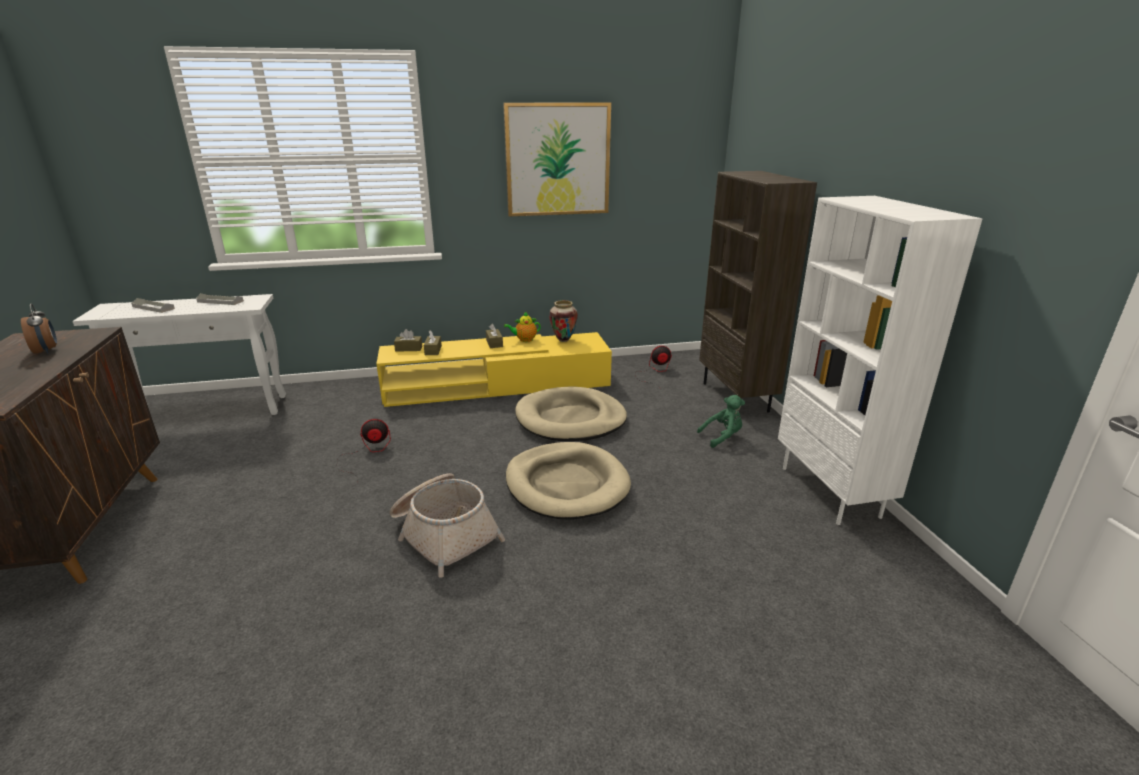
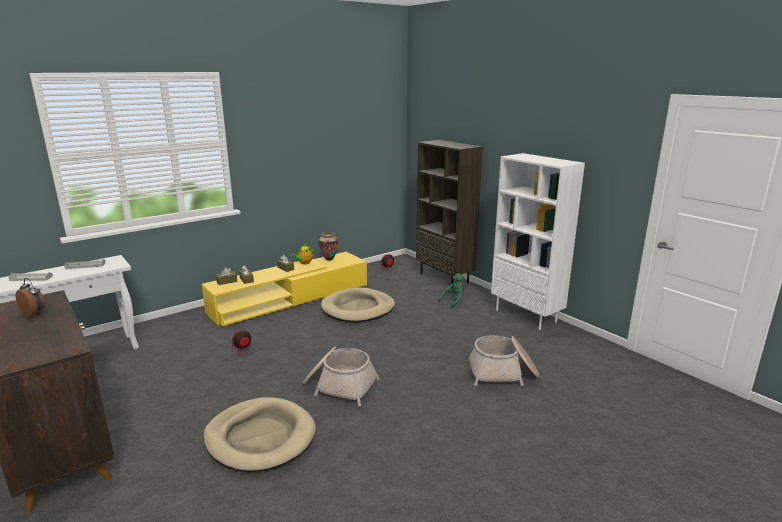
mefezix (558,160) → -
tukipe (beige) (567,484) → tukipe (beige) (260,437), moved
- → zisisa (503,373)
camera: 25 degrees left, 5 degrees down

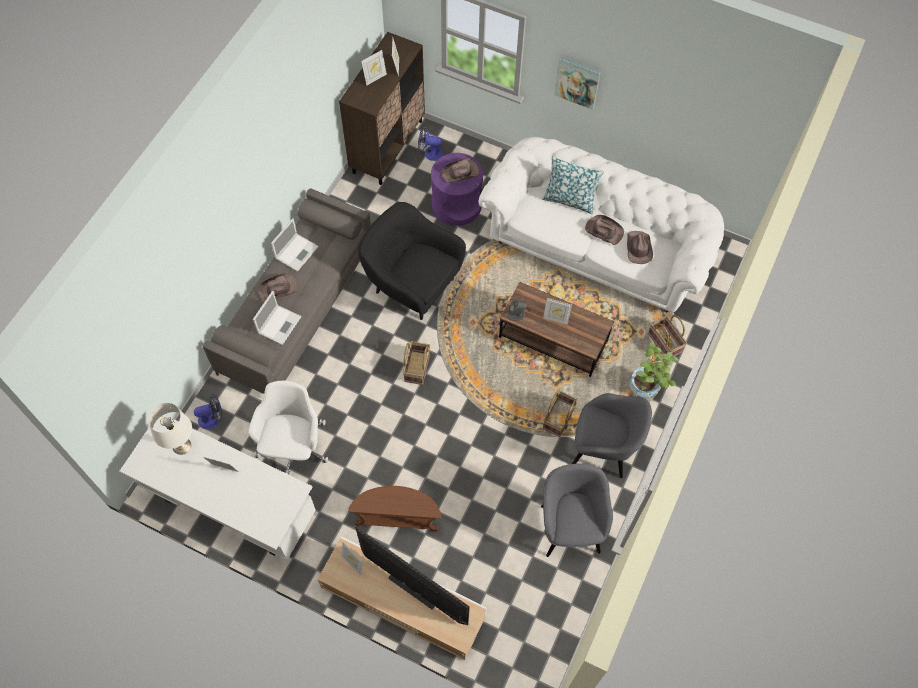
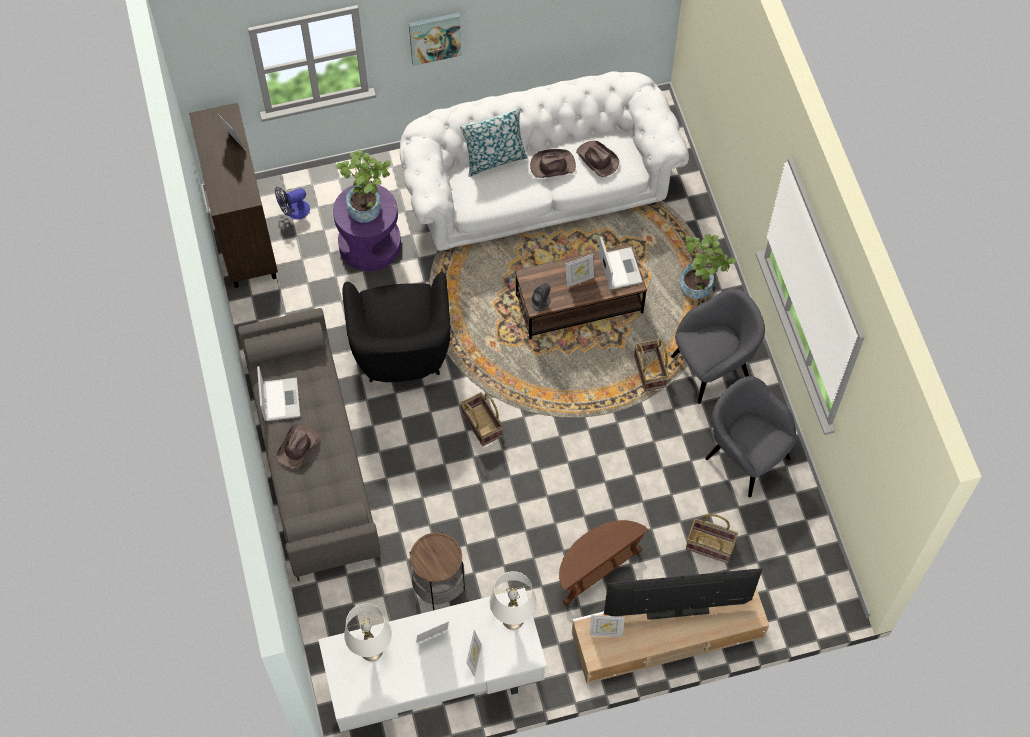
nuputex (375,78) → nuputex (474,660), moved
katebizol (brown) (460,172) → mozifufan (368,206)
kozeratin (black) (412,284) → kozeratin (black) (401,351), 90 degrees counterclockwise
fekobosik (279,324) → fekobosik (619,268), moved
zisisa (665,342) → zisisa (710,545), moved
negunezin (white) (293,447) → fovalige (439,586)
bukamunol (212,418) → -
- → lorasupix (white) (512,619)
camera: 40 degrees left, 0 degrees up

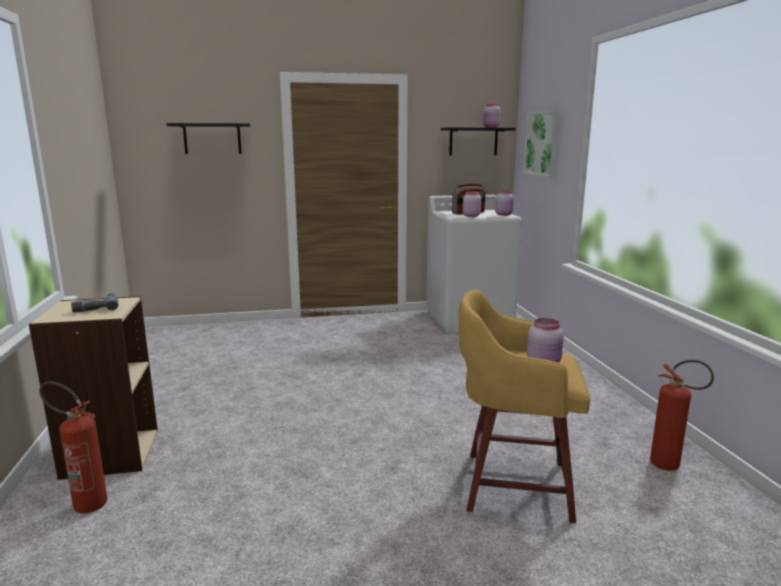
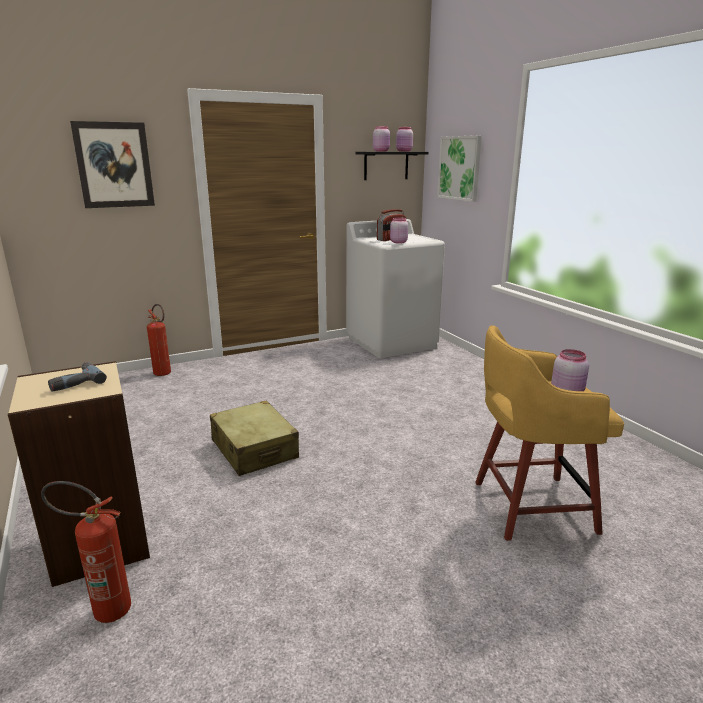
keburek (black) (212,138) → mefezix (114,165)
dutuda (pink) (504,214) → dutuda (pink) (381,151), moved
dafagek (671,467) → dafagek (164,374), moved
- → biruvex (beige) (254,449)
camera: 15 degrees left, 5 degrees up

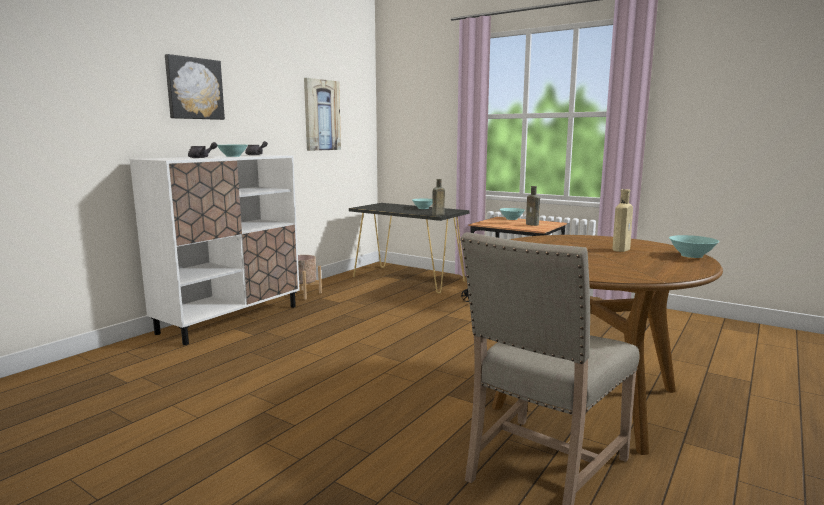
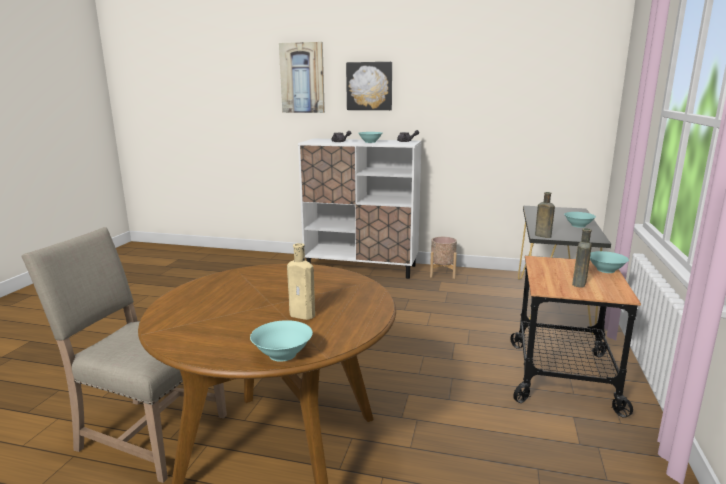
mefezix (321,115) → mefezix (302,78), moved
camera: 70 degrees right, 5 degrees up

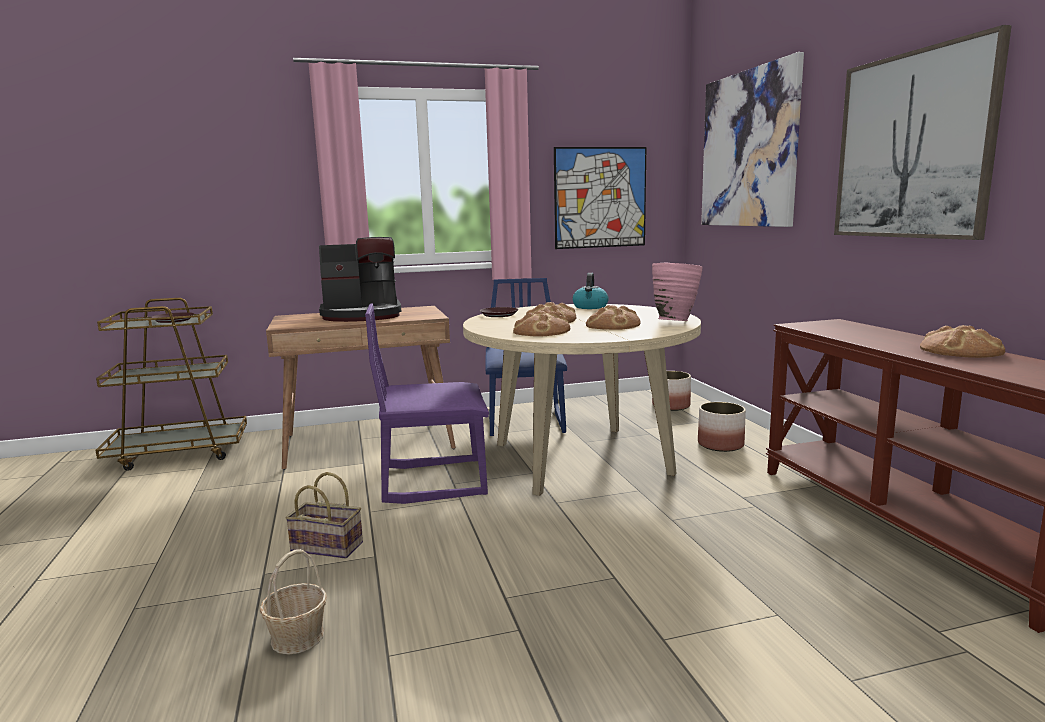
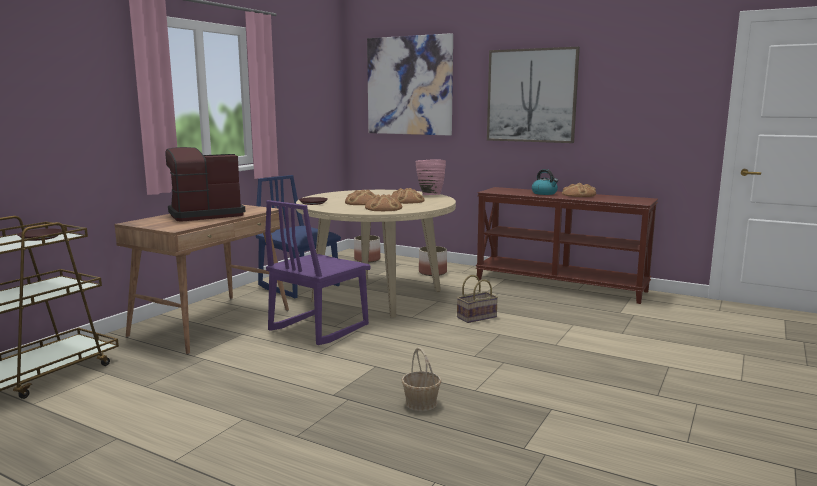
mefezix (600,197) → -
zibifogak (362,315) → zibifogak (204,214), 150 degrees counterclockwise
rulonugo (590,307) → rulonugo (544,193), moved
zisisa (329,546) → zisisa (477,317), moved
camera: 45 degrees left, 0 degrees up

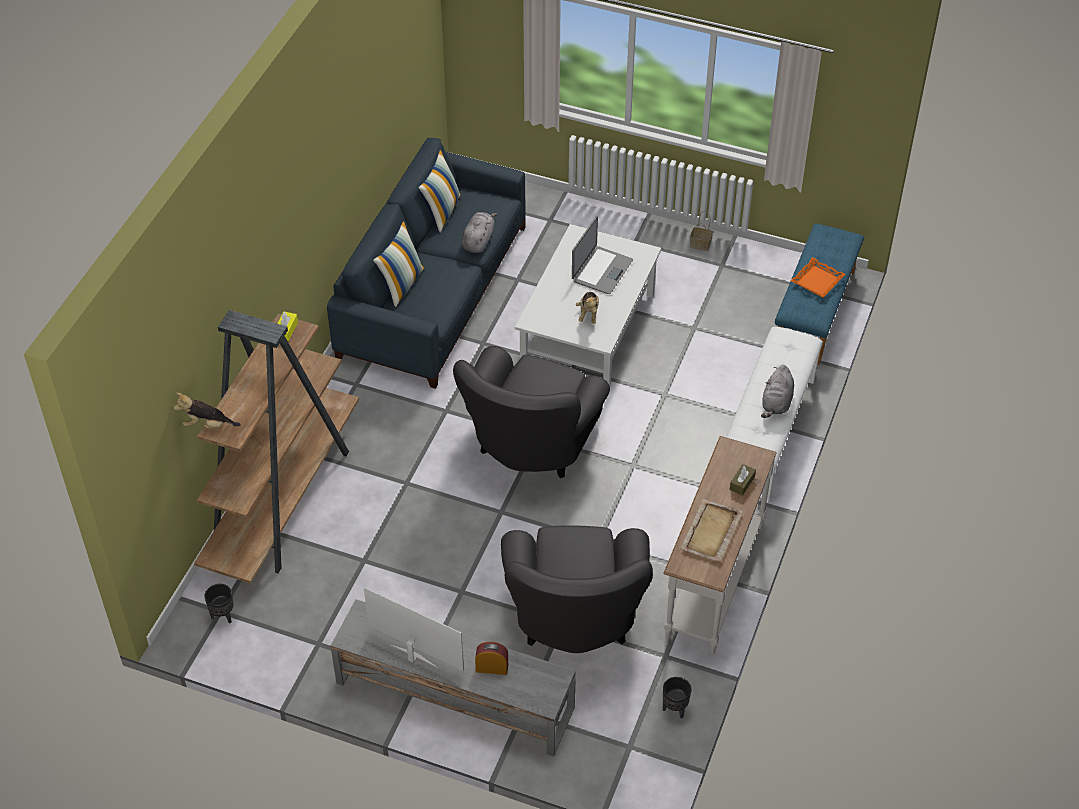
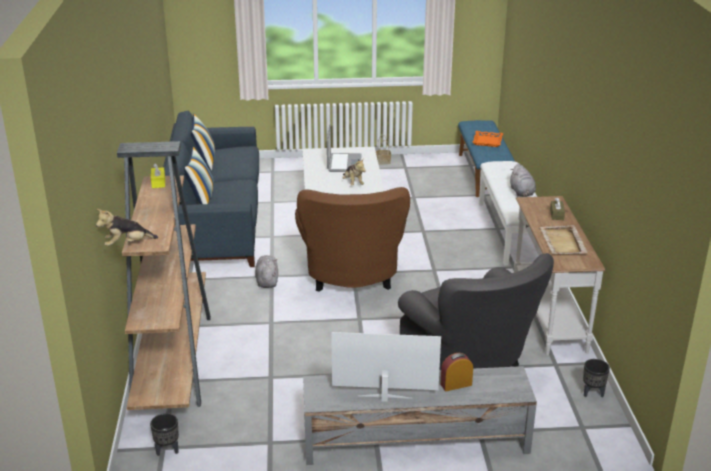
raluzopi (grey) (478,241) → raluzopi (grey) (267,281), moved
kozeratin (grey) (531,446) → kozeratin (brown) (352,278)
camera: 25 degrees left, 20 degrees down

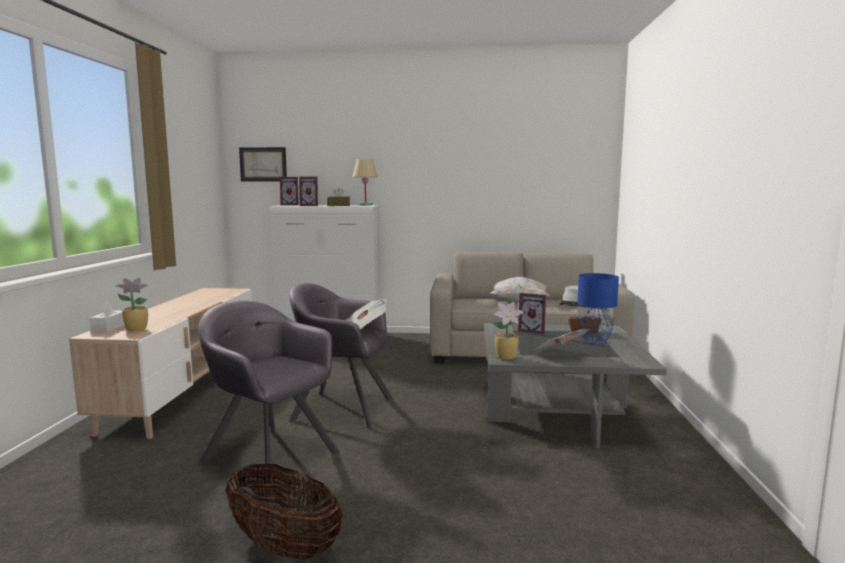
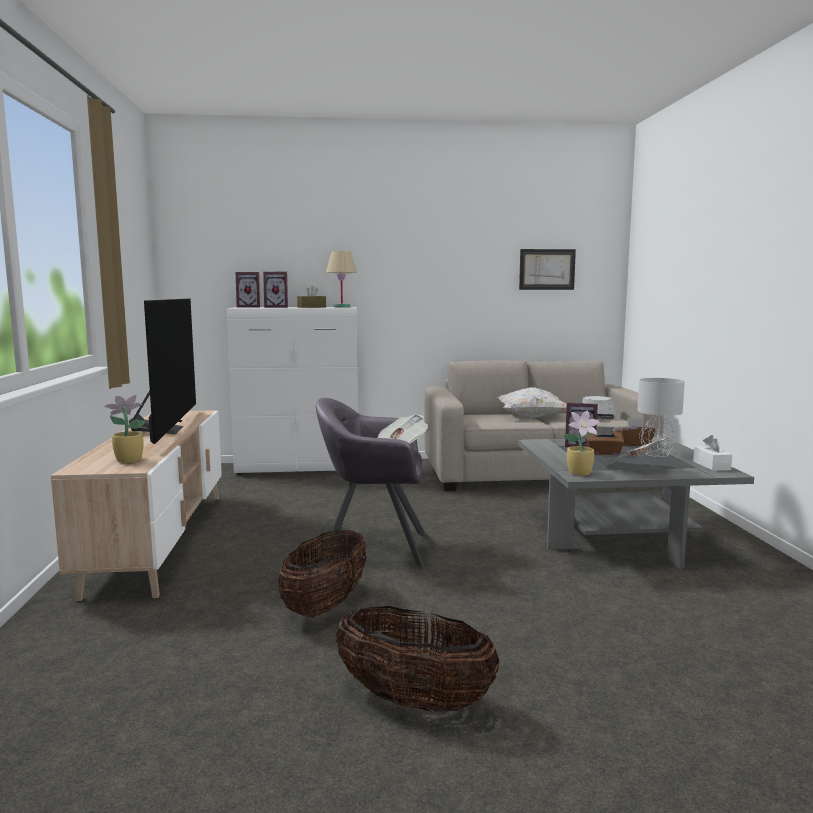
mefezix (263,164) → mefezix (547,269), moved
lorasupix (blue) (594,342) → lorasupix (grey) (656,454)
kozeratin (grey) (270,456) → zisisa (325,605)
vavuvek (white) (109,327) → vavuvek (white) (711,465), moved
- → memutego (166,430)
- → vavuvek (brown) (603,452)
camera: 10 degrees left, 0 degrees up

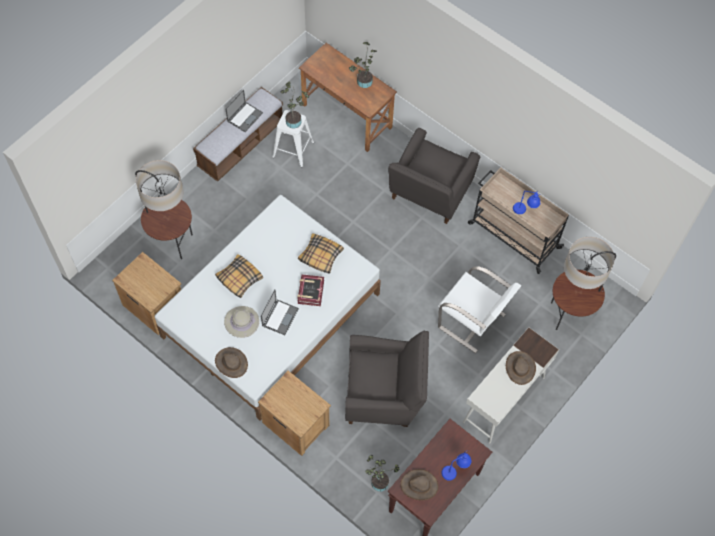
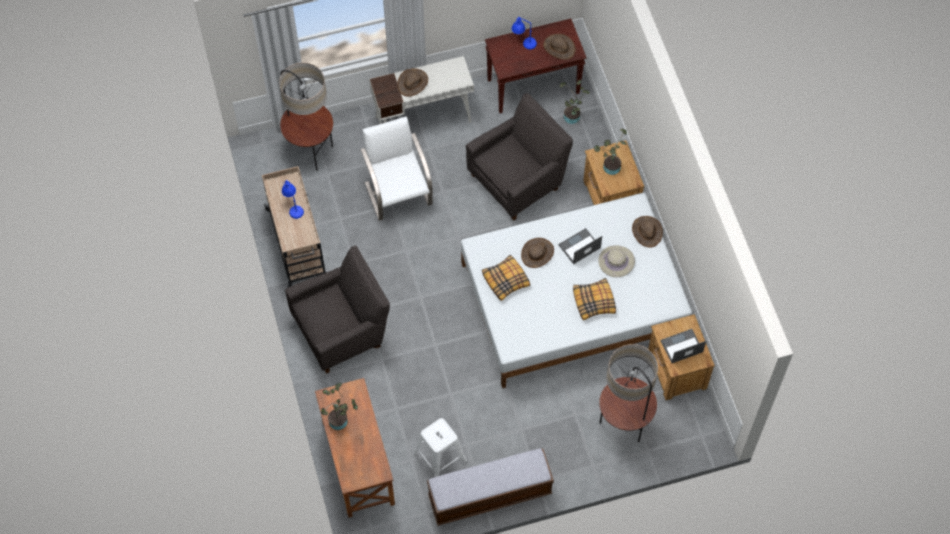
mozifufan (295,121) → mozifufan (609,167), moved
fekobosik (245,116) → fekobosik (681,346), moved
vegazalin (310,292) → katebizol (brown) (537,253)
kozeratin (grey) (385,393) → kozeratin (grey) (518,179), 105 degrees clockwise
camera: 145 degrees left, 0 degrees up

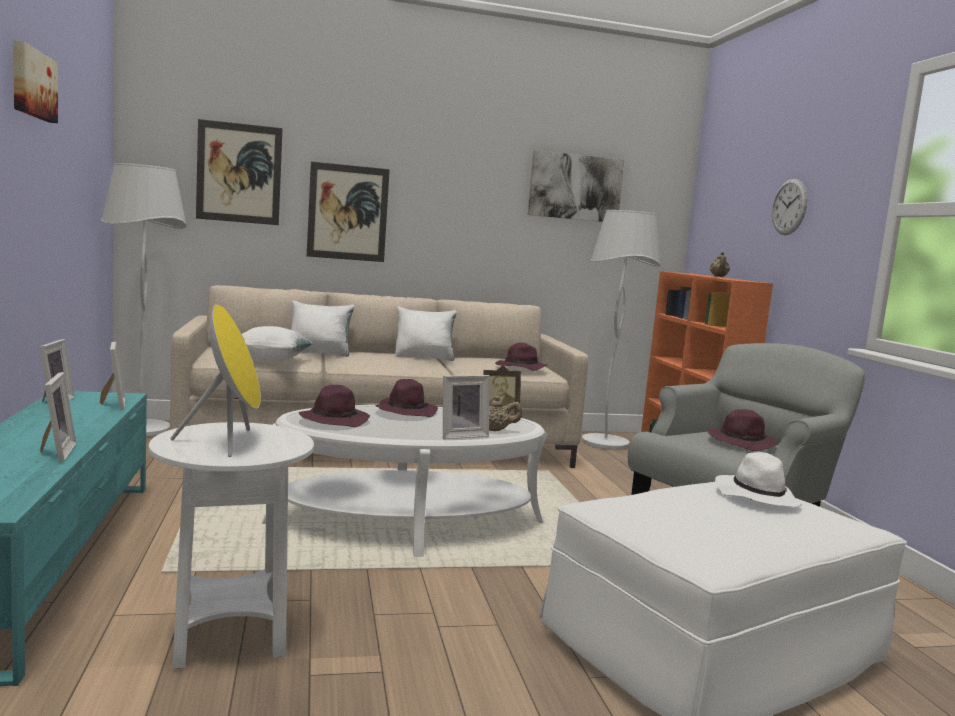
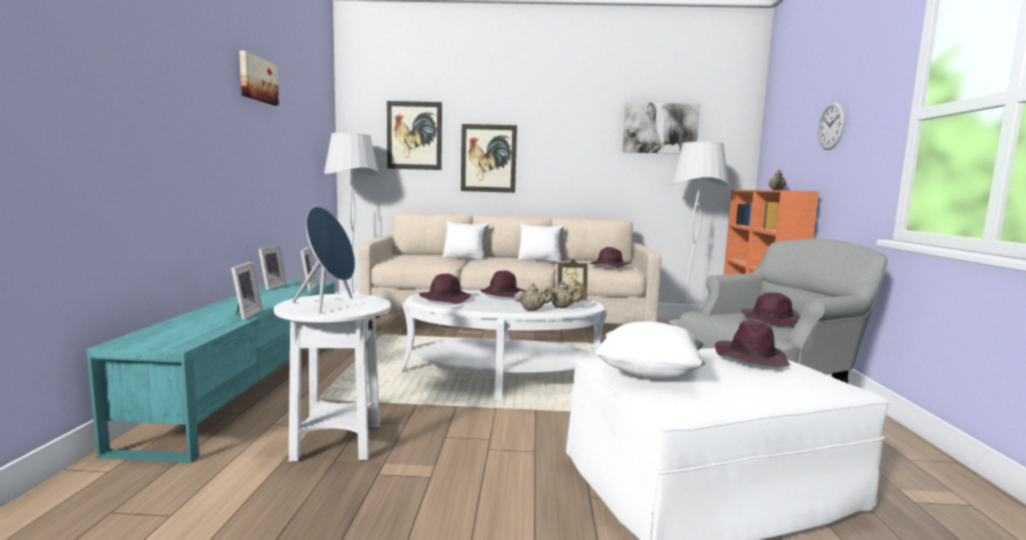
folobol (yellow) (228,442) → folobol (blue) (329,305)
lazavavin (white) (270,361) → lazavavin (white) (649,373), moved
nuputex (461,435) → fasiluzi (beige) (532,310)
katebizol (white) (756,497) → katebizol (purple) (750,358)
camera: 15 degrees right, 0 degrees up

